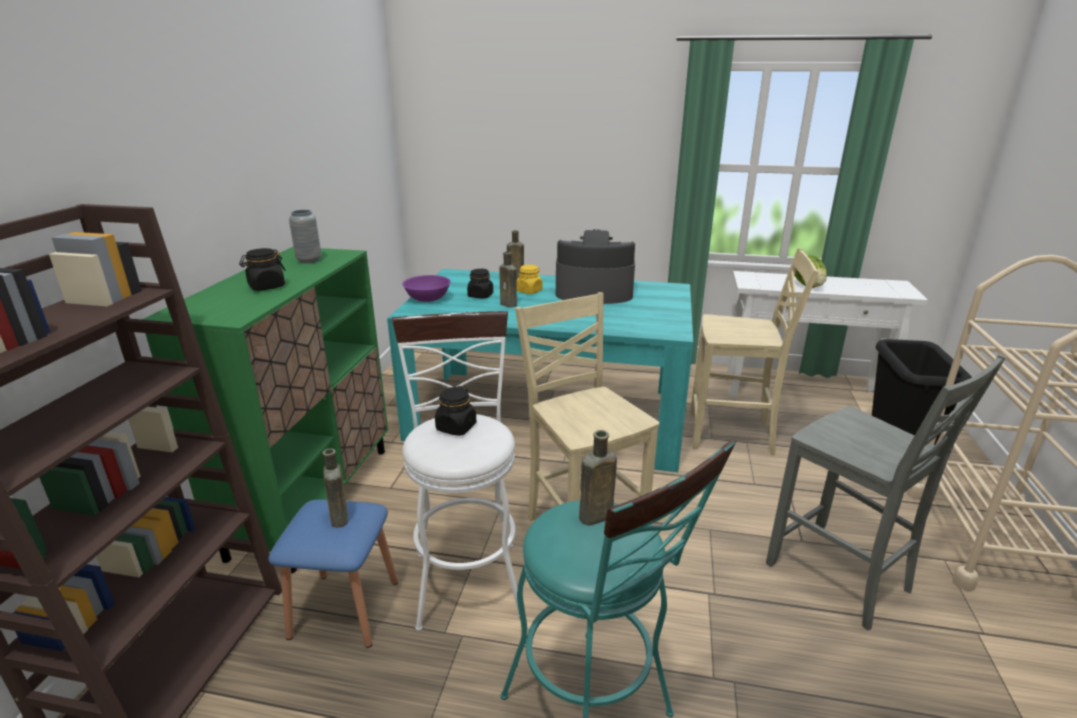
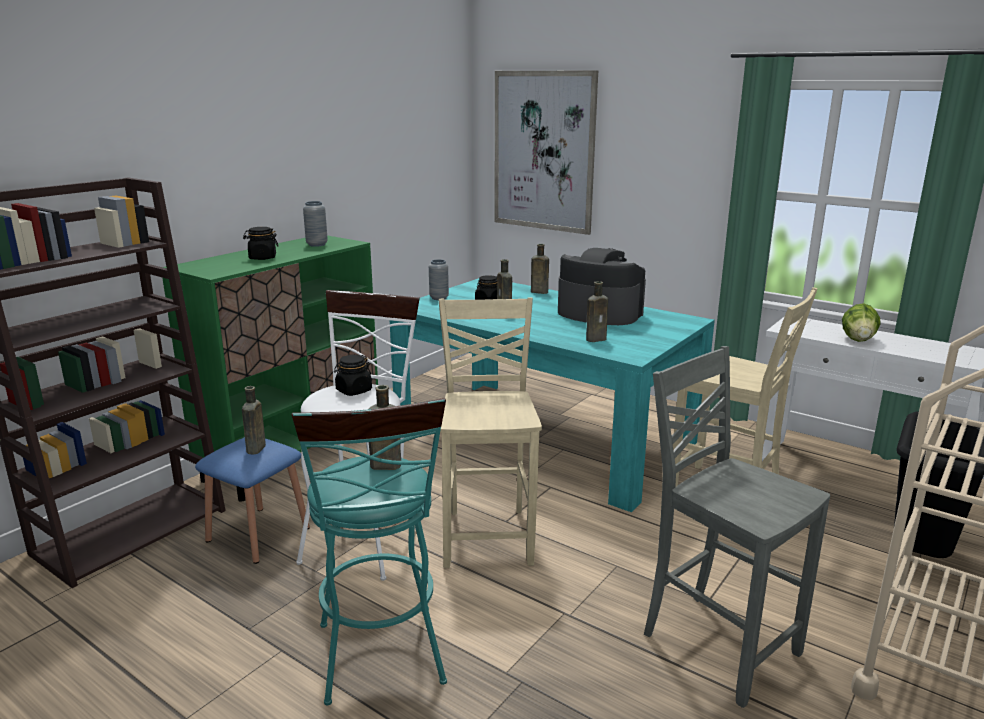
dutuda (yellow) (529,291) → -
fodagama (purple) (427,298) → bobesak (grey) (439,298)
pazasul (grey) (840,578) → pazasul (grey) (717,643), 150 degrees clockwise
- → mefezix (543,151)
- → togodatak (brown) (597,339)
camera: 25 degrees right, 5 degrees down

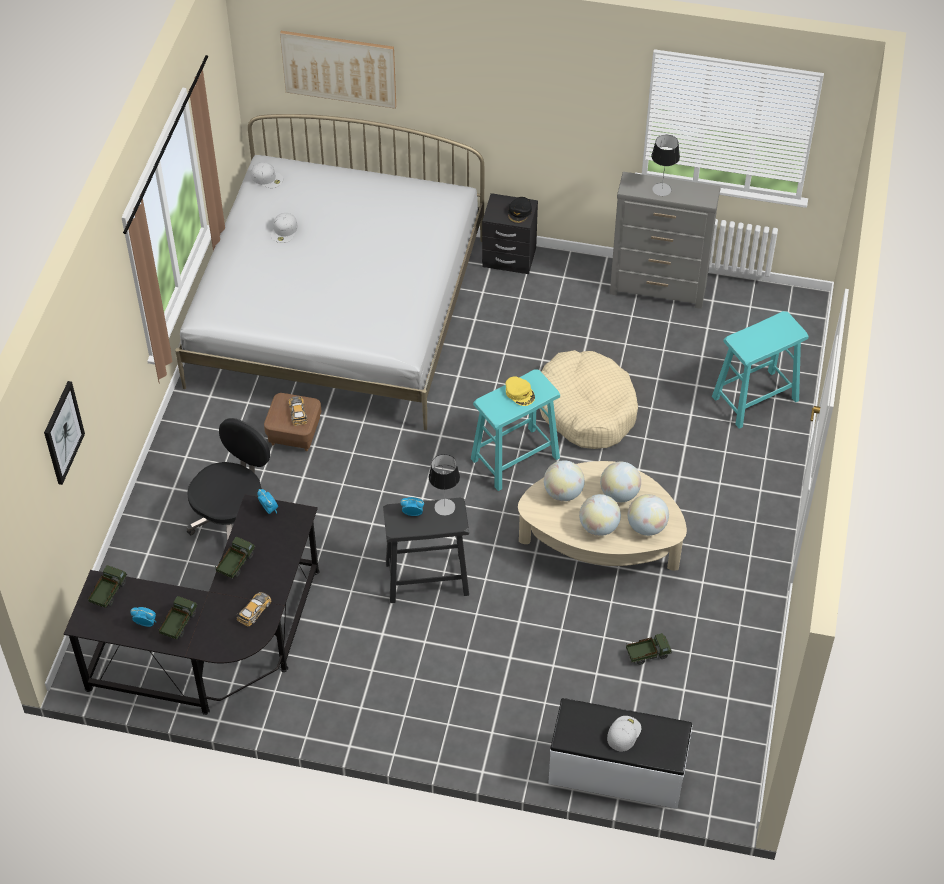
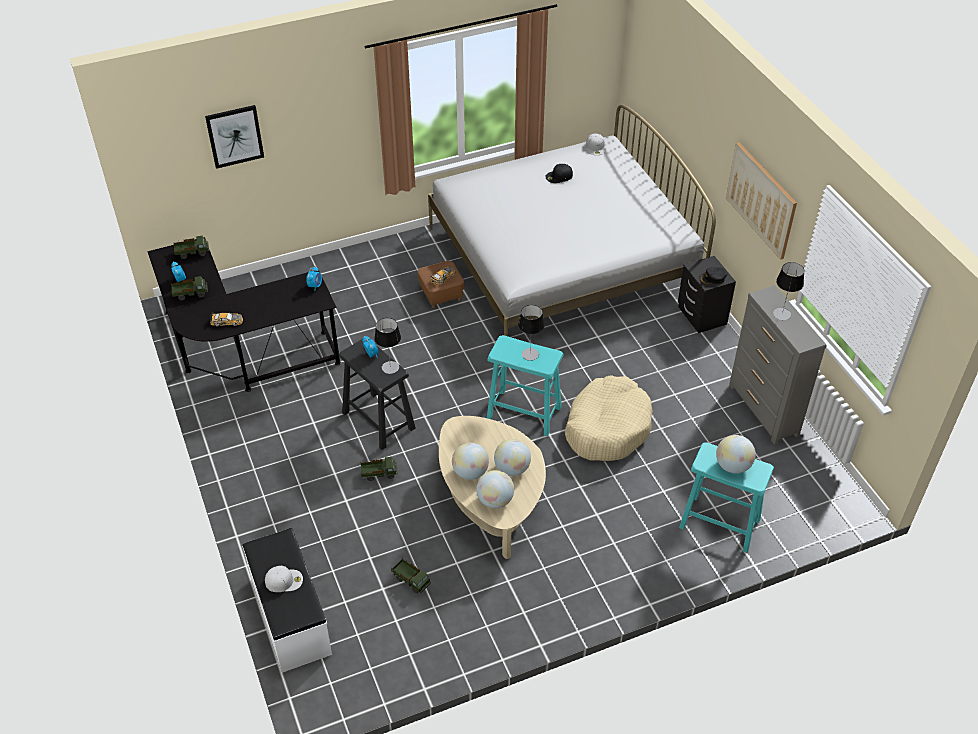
mefezix (339,68) → mefezix (761,200), moved
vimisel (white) (284,231) → vimisel (black) (559,176)
vimisel (yellow) (520,393) → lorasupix (530,354)
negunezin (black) (233,517) → -
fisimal (563,493) → fisimal (732,466), moved
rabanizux (236,564) → rabanizux (379,474), moved
camera: 55 degrees right, 5 degrees down

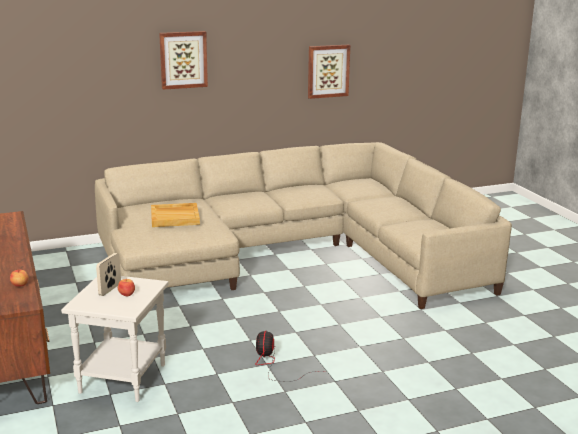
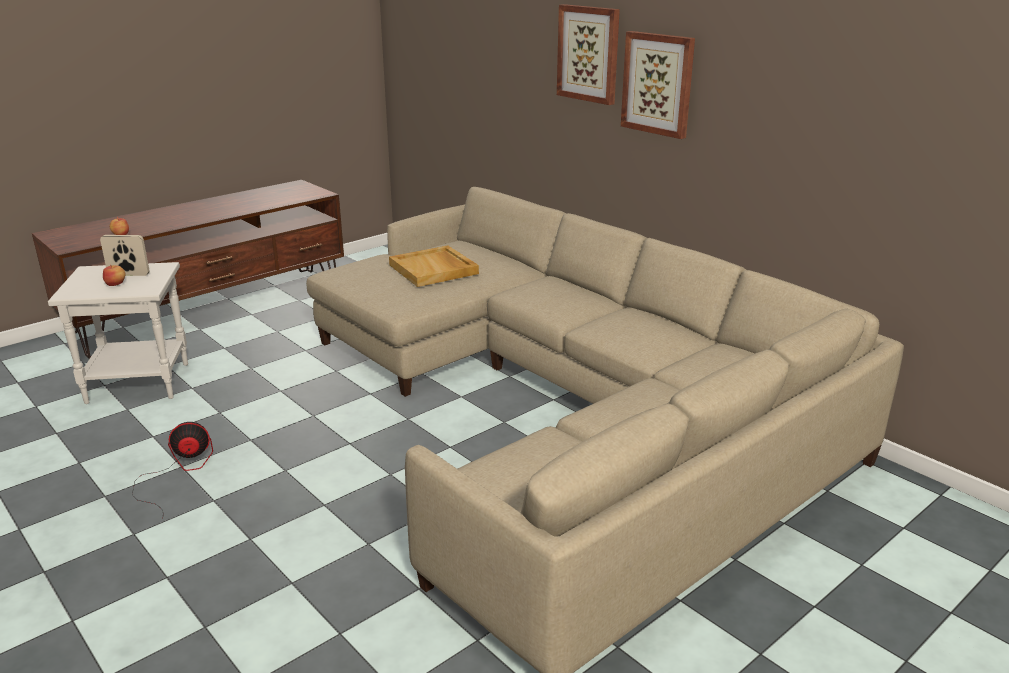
mefezix (328,71) → mefezix (658,84), moved
camera: 70 degrees right, 5 degrees up

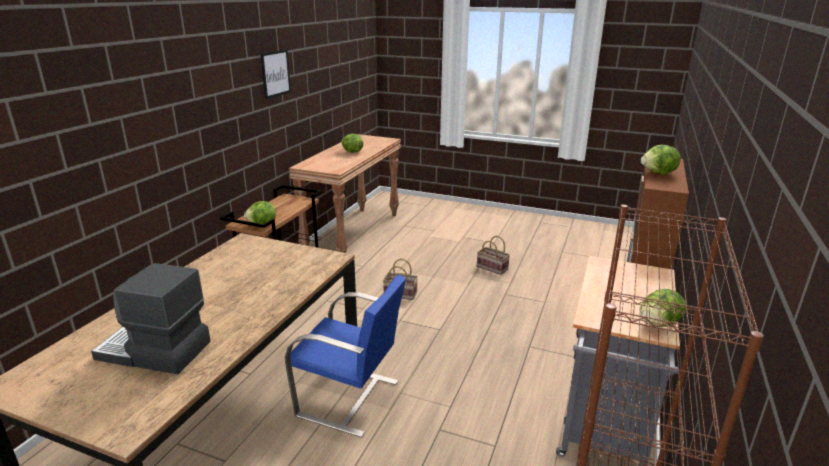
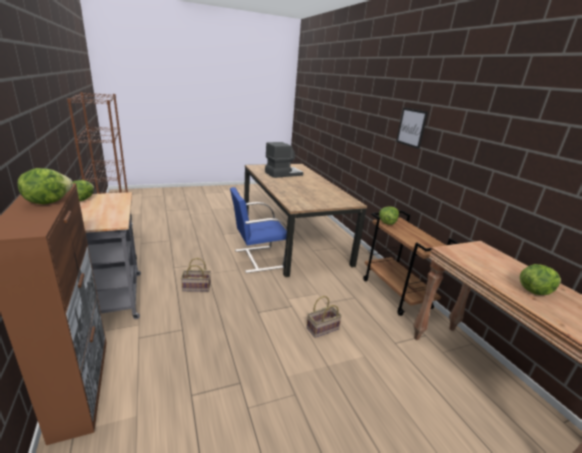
mefezix (275,73) → mefezix (411,127), moved
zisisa (493,268) → zisisa (195,287), moved
camera: 135 degrees right, 0 degrees up

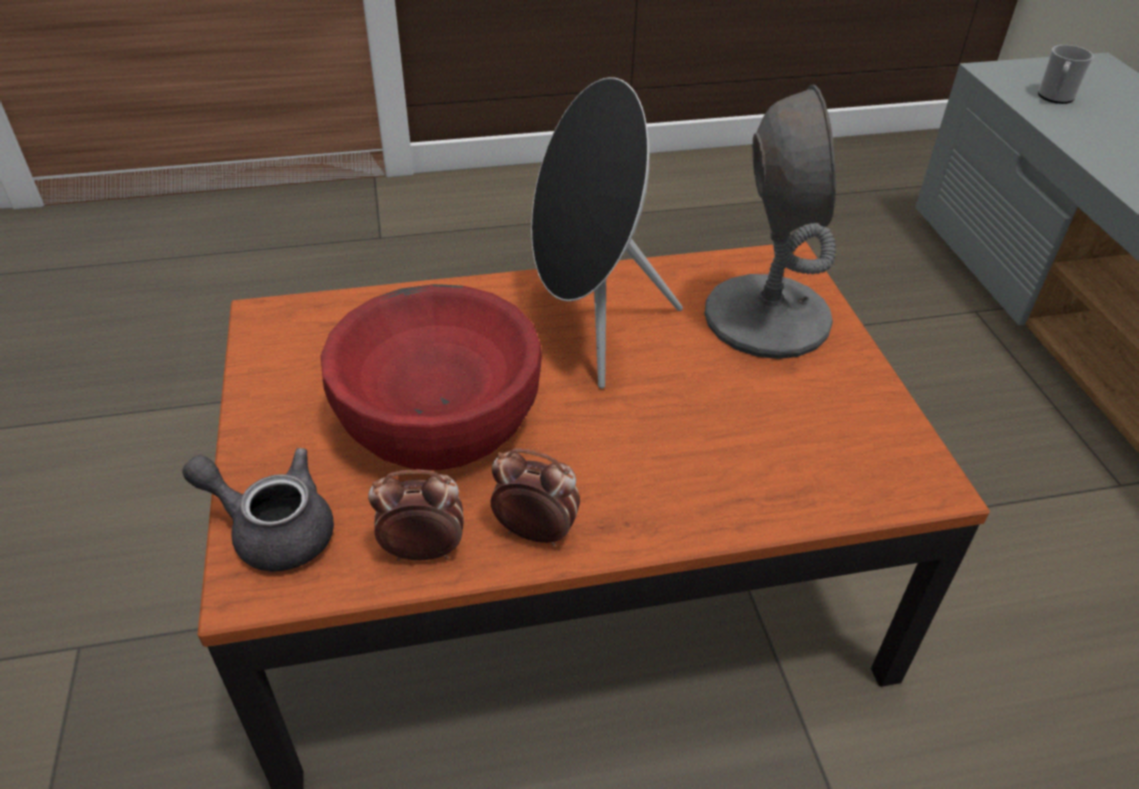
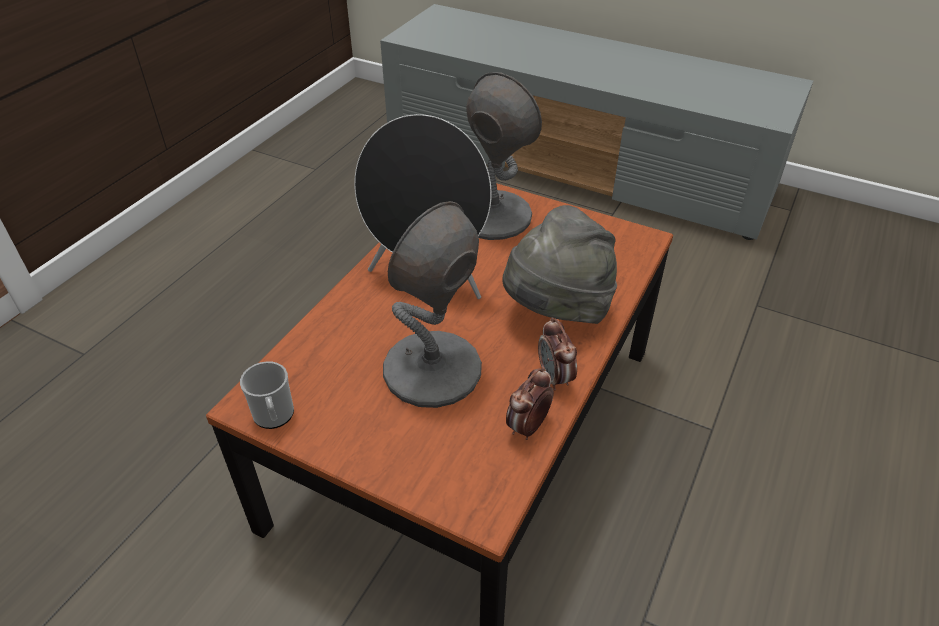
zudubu (1055,97) → zudubu (274,417), moved
fodagama (red) (438,416) → lorasupix (grey) (432,370)
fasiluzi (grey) (273,529) → -
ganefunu (535,532) → ganefunu (555,377), 75 degrees counterclockwise
- → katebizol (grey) (556,311)
camera: 50 degrees left, 0 degrees up

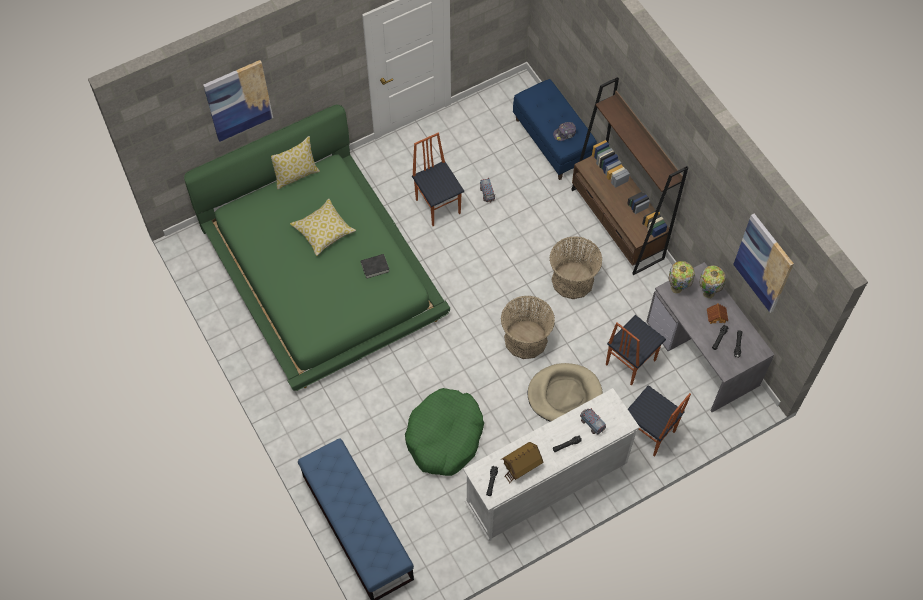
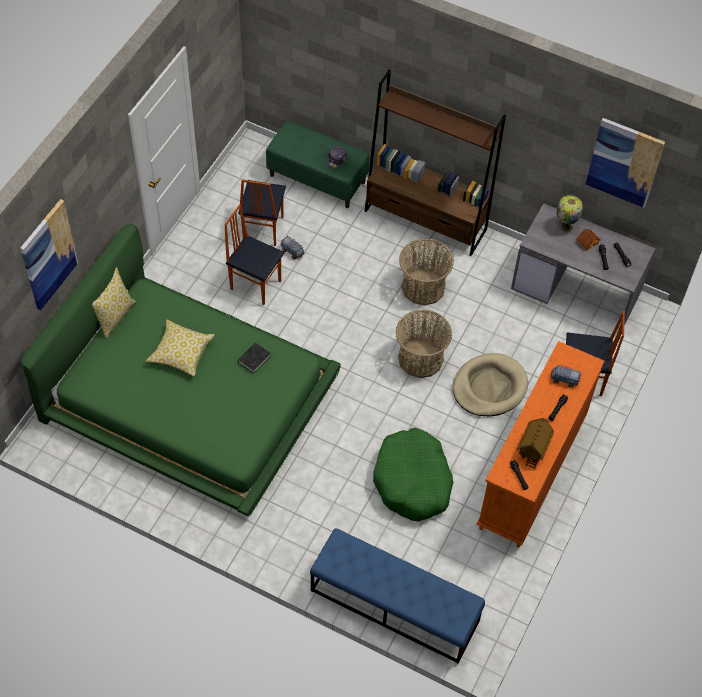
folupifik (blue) (553,142) → folupifik (green) (318,179)
lorasupix (677,288) → -
pazasul (629,362) → pazasul (262,229), moved
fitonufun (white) (545,486) → fitonufun (orange) (531,473)
camera: 35 degrees left, 5 degrees down

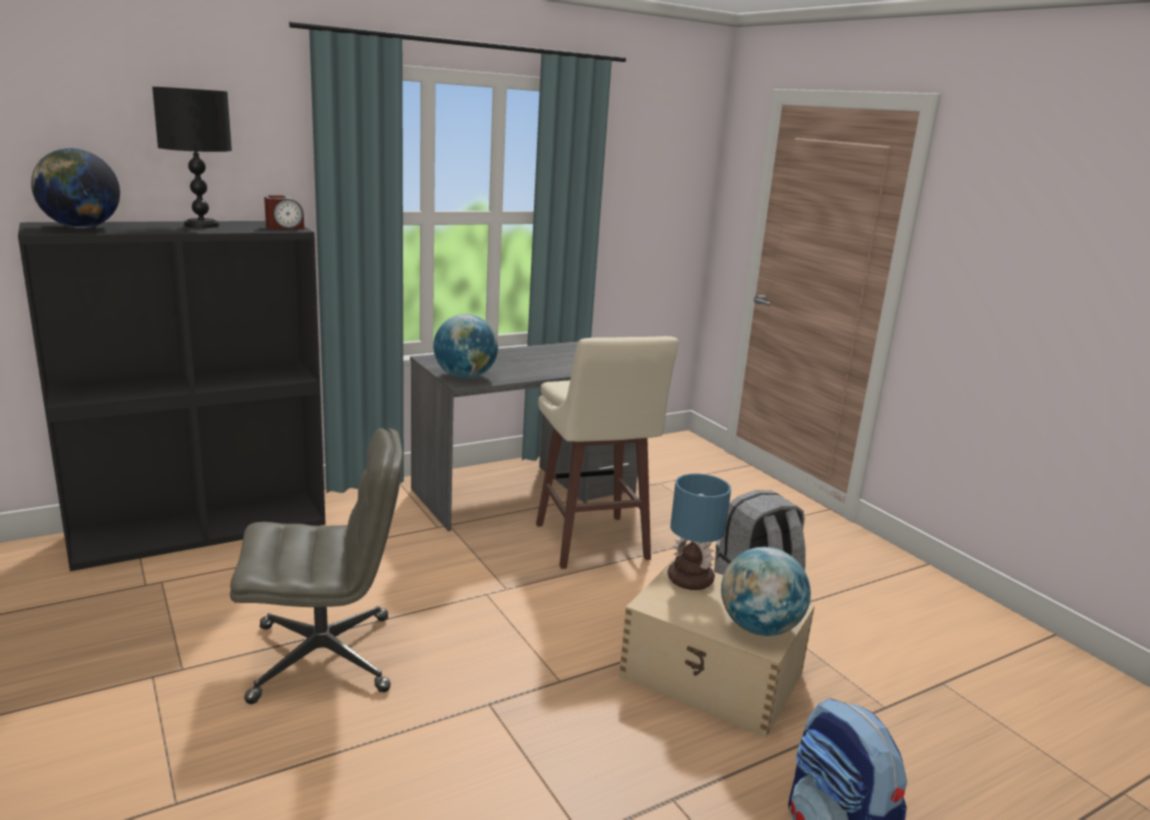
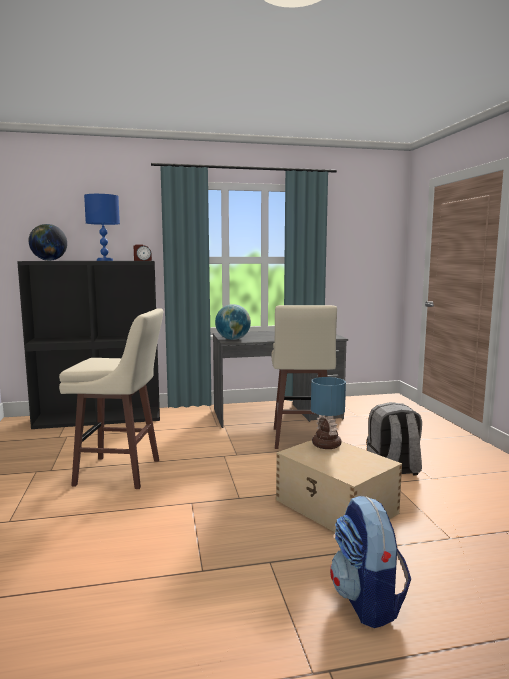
lorasupix (black) (202,225) → lorasupix (blue) (104,260)
negunezin (grey) (325,657) → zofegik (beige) (120,473)
fisimal (758,628) → -
camera: 20 degrees right, 10 degrees down

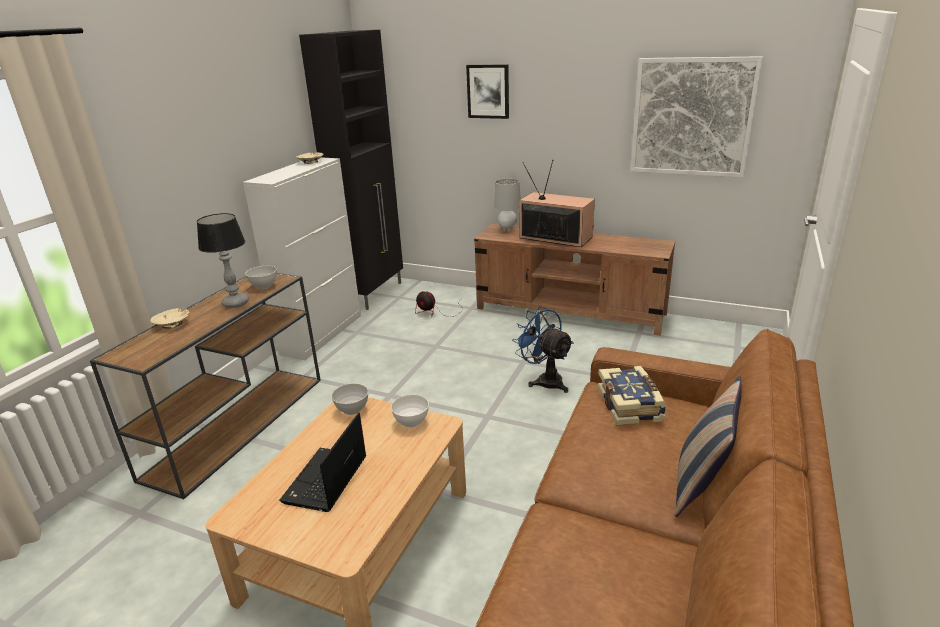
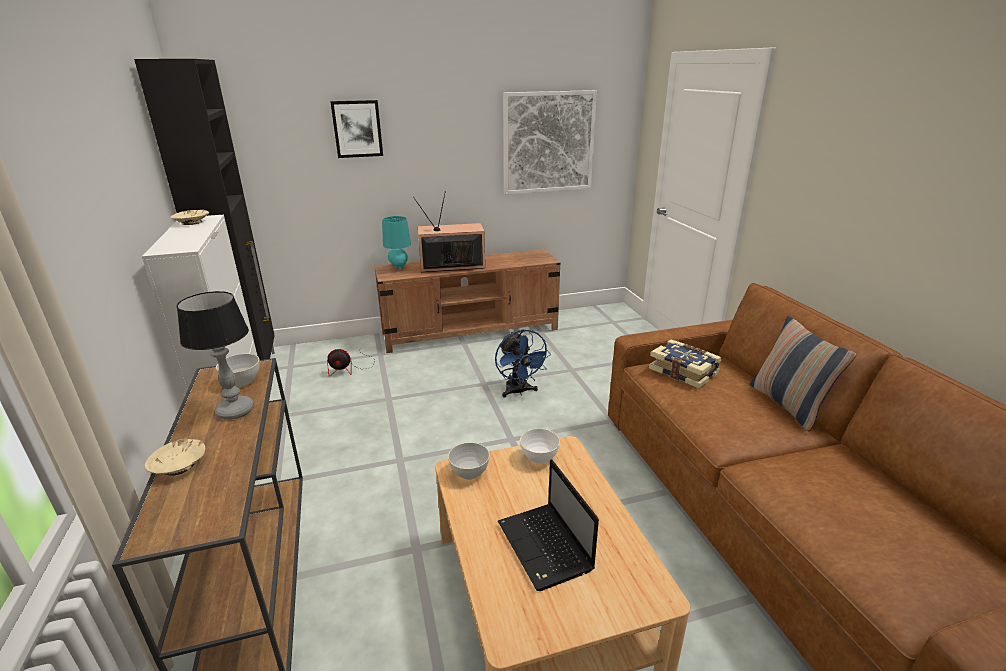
lorasupix (grey) (507,230) → lorasupix (turquoise) (399,268)
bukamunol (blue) (545,380) → bukamunol (blue) (519,392), 120 degrees counterclockwise
camera: 40 degrees left, 0 degrees up

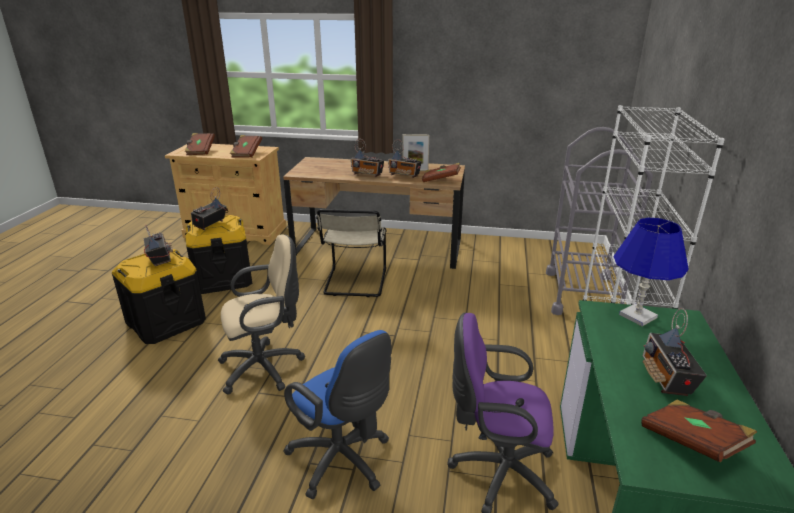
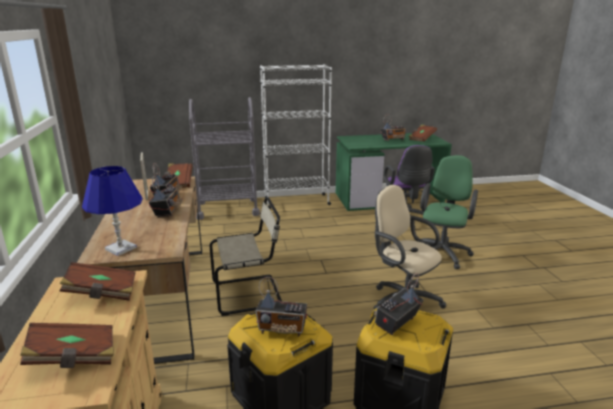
lorasupix (blue) (637,316) → lorasupix (blue) (120,249), moved
negunezin (blue) (343,462) → negunezin (green) (442,253)
camera: 110 degrees left, 5 degrees down

